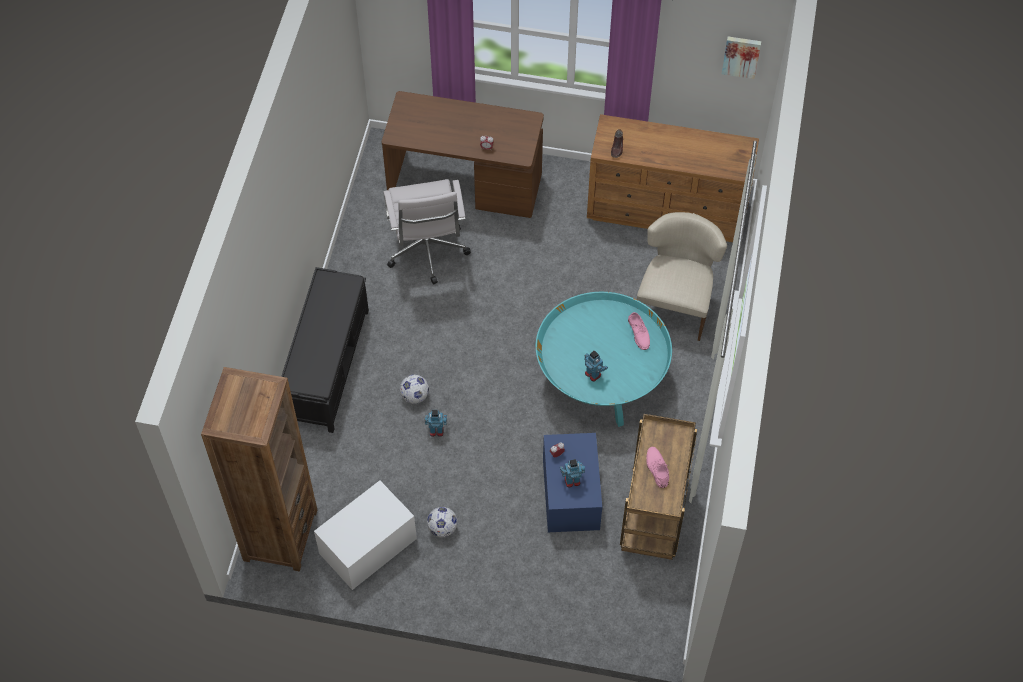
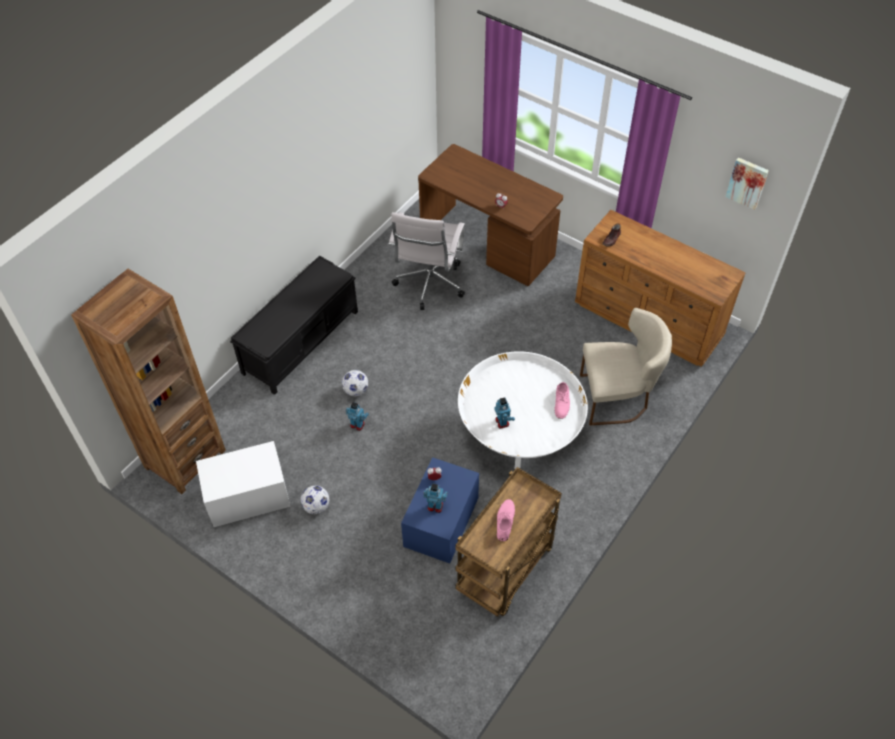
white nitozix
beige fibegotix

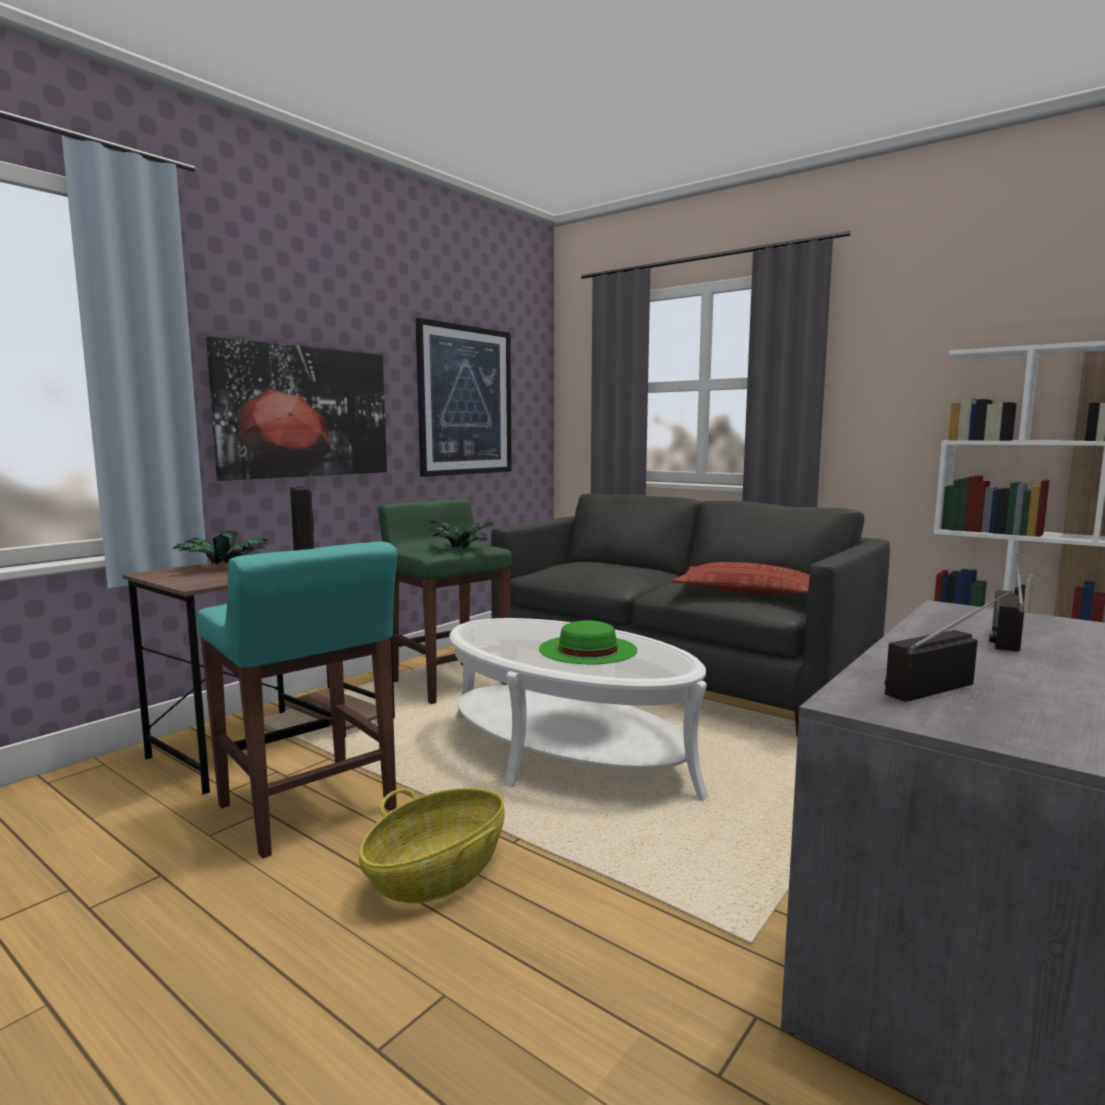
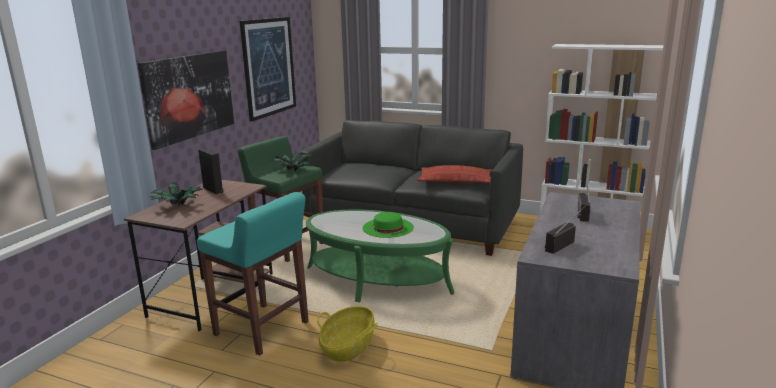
green nitozix

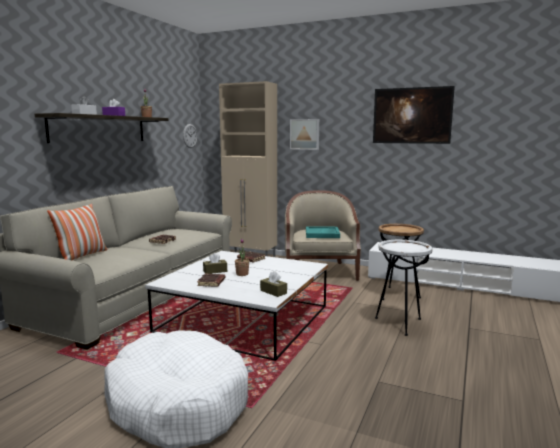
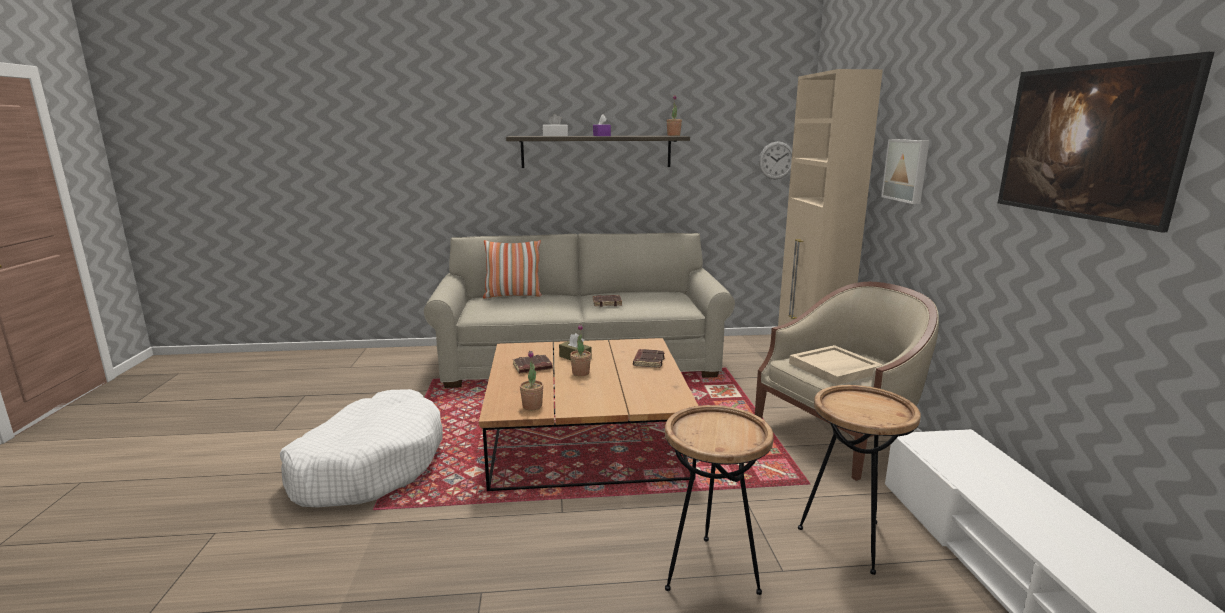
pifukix (1st from left)
brown nitozix
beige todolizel
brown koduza (1st from left)

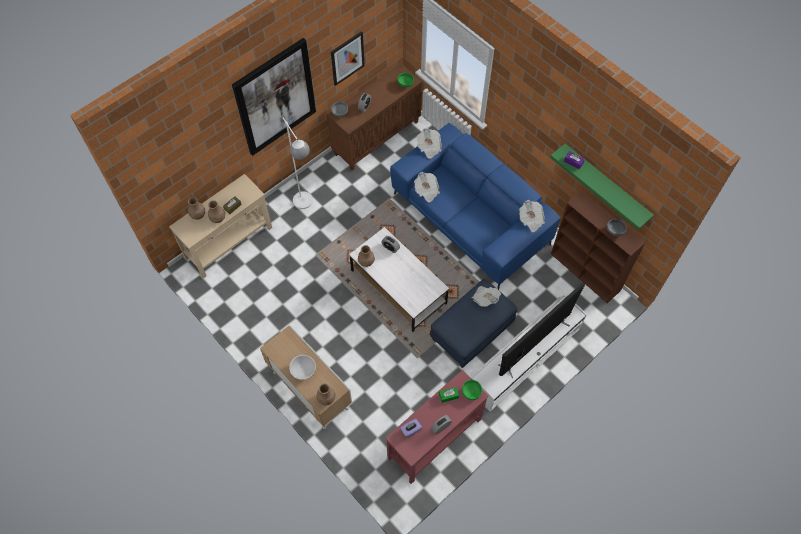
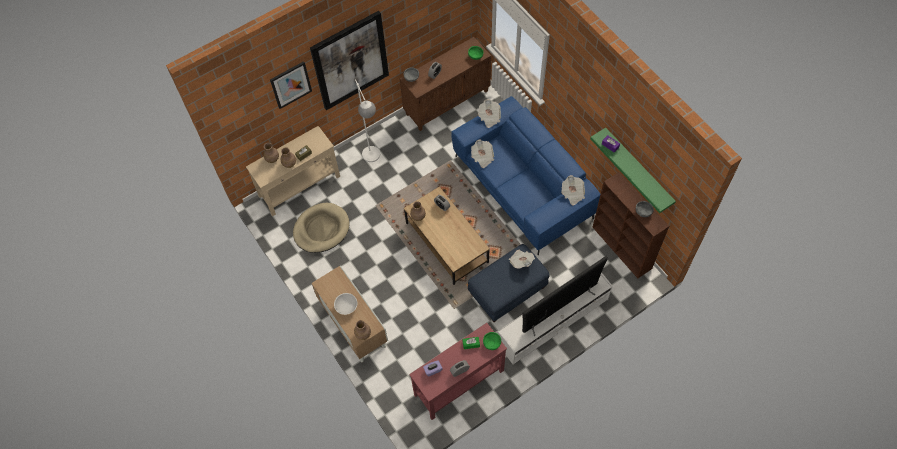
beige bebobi
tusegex (1st from left)
brown nitozix

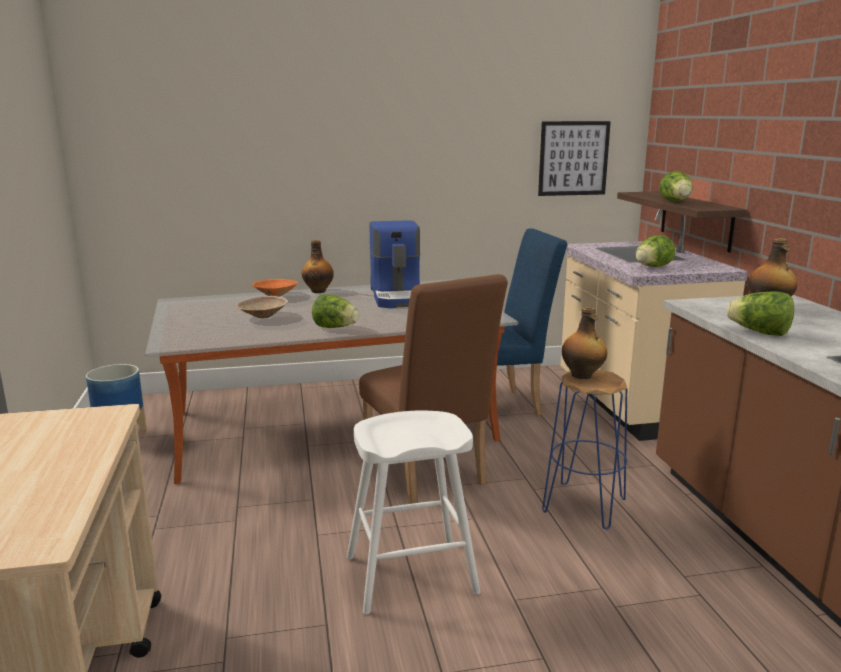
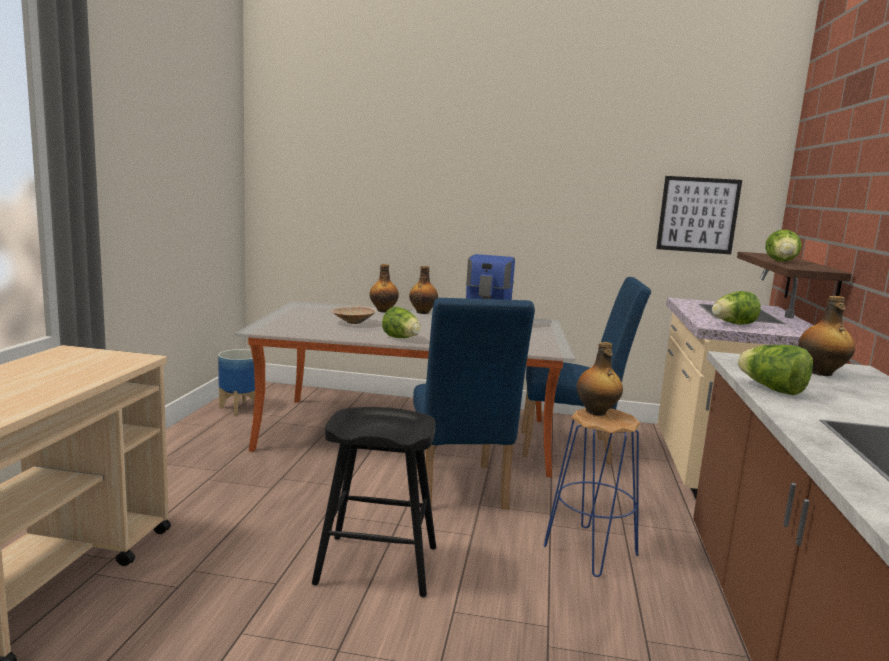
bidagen (1st from left)
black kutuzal
blue fibegotix (1st from left)

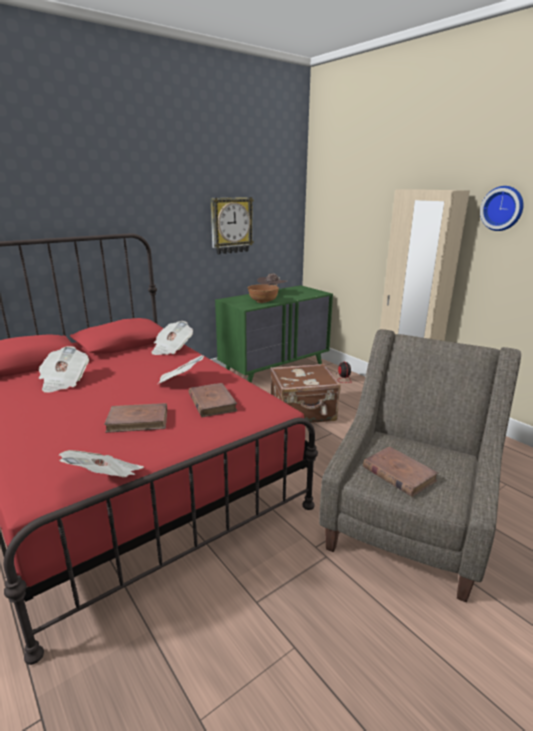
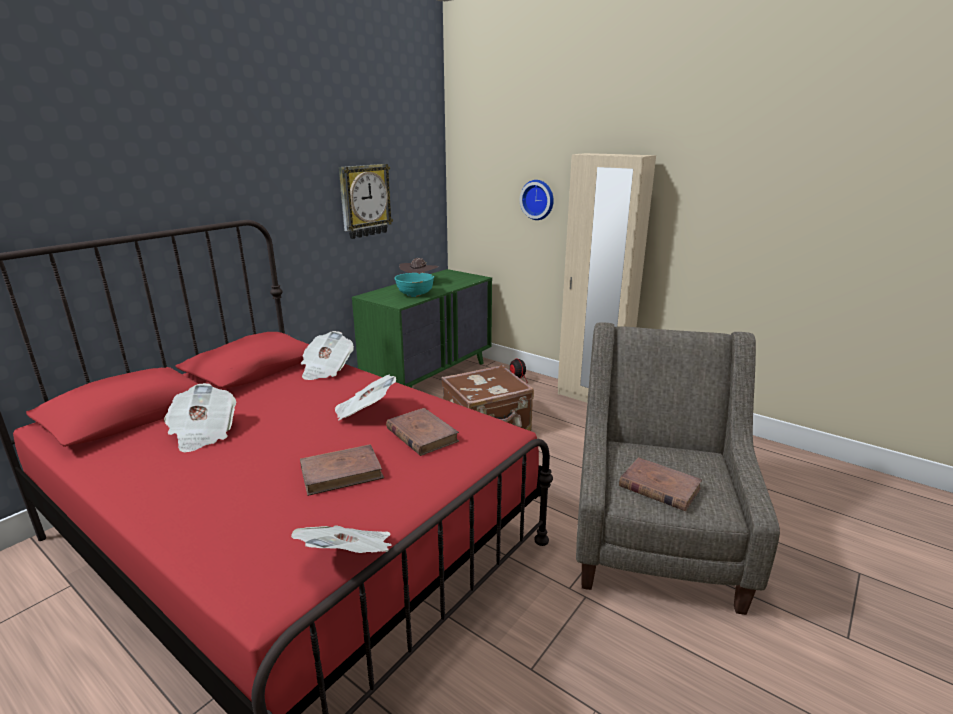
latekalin (2nd from left)
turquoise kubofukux

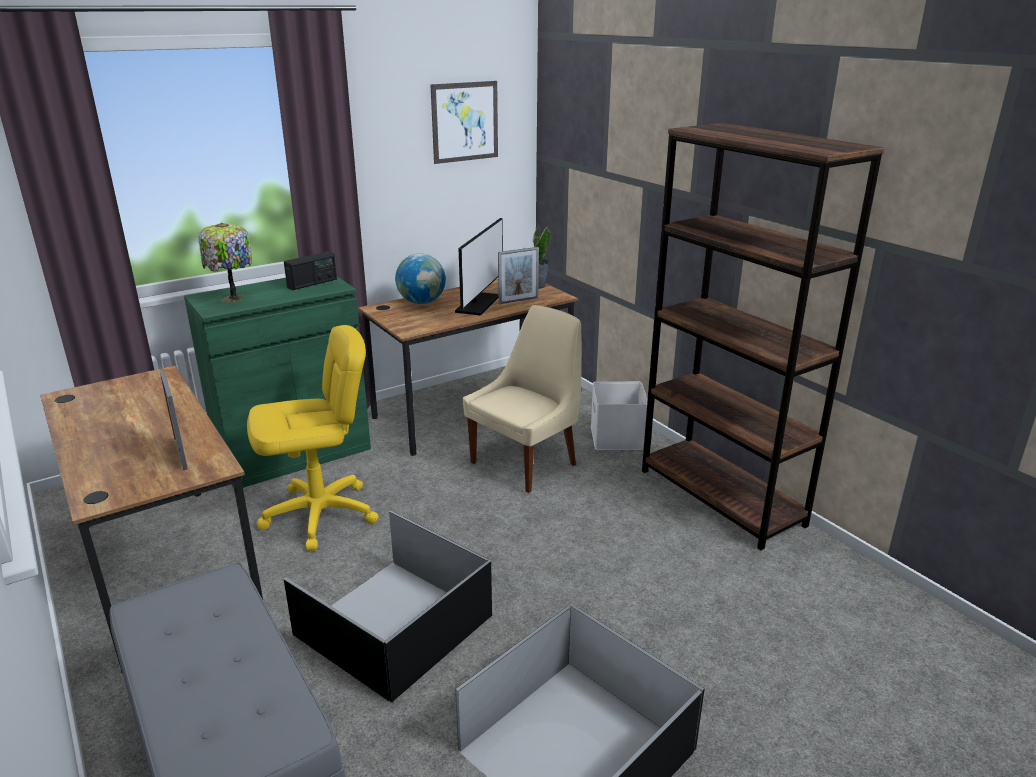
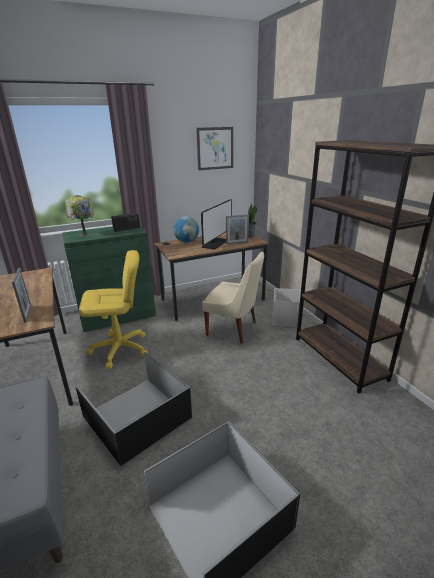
beige fibegotix

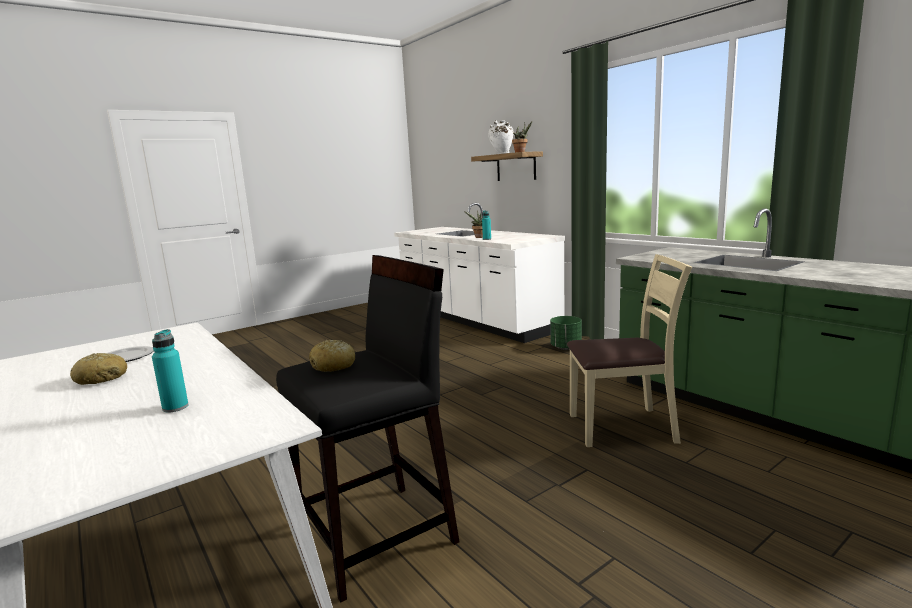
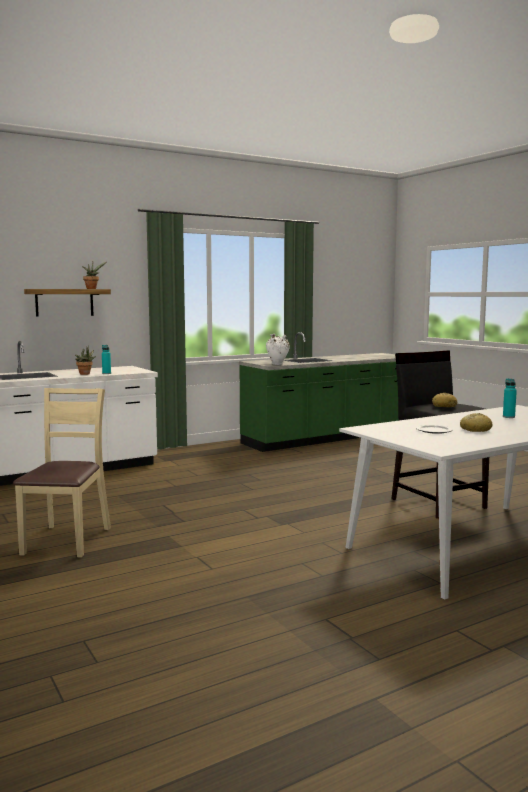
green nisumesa
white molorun
beige fibegotix

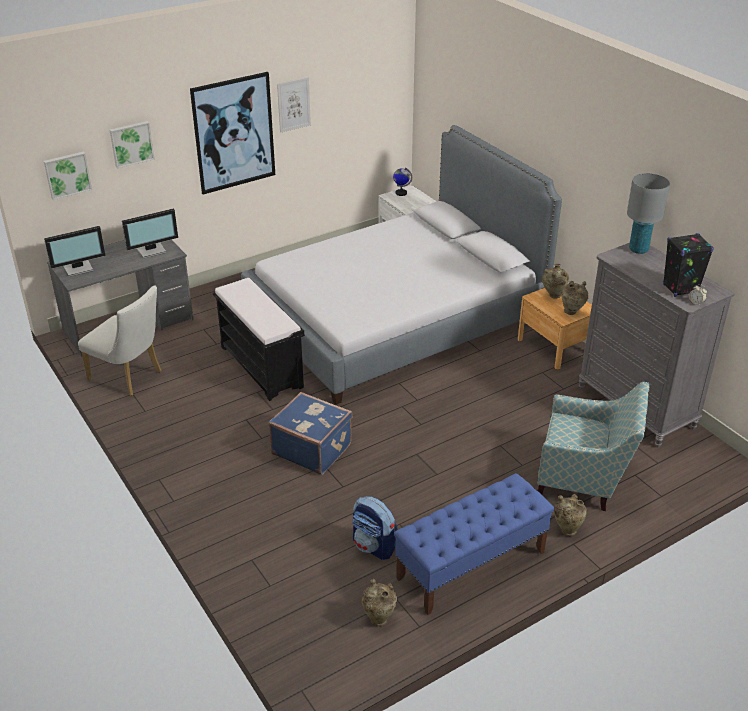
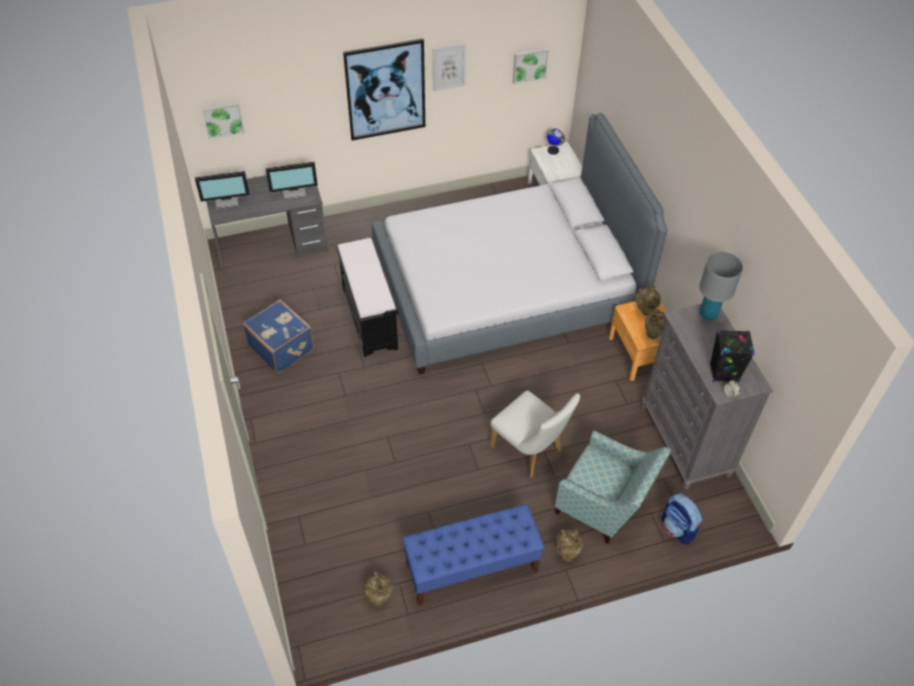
white fibegotix
tusegex (4th from left)
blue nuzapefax
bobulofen

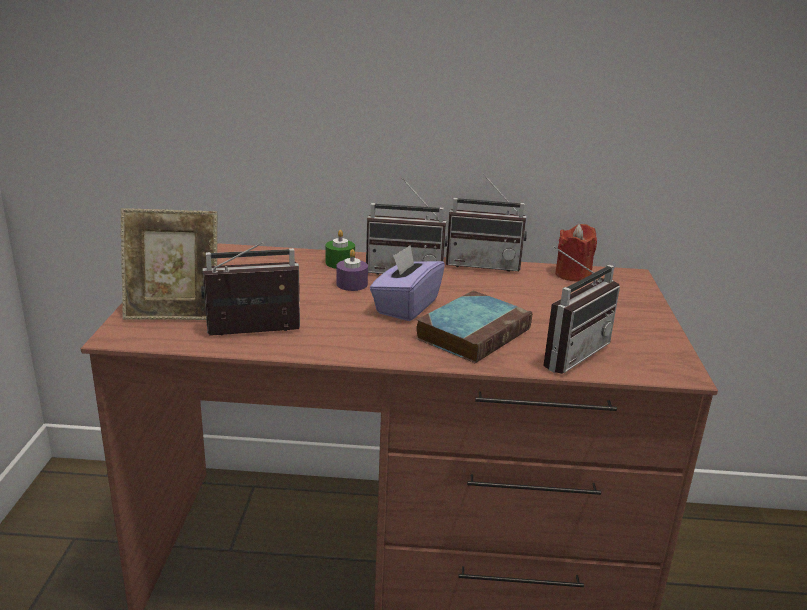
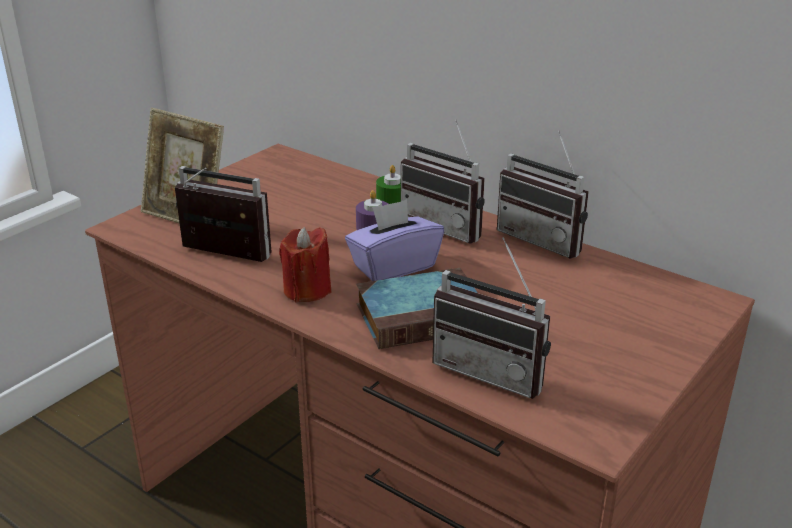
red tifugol
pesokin (3rd from left)

